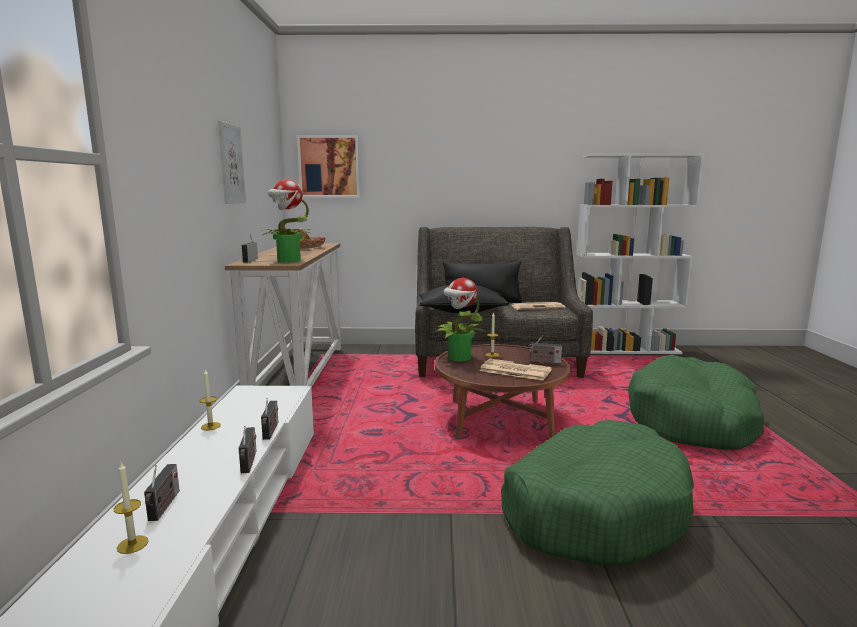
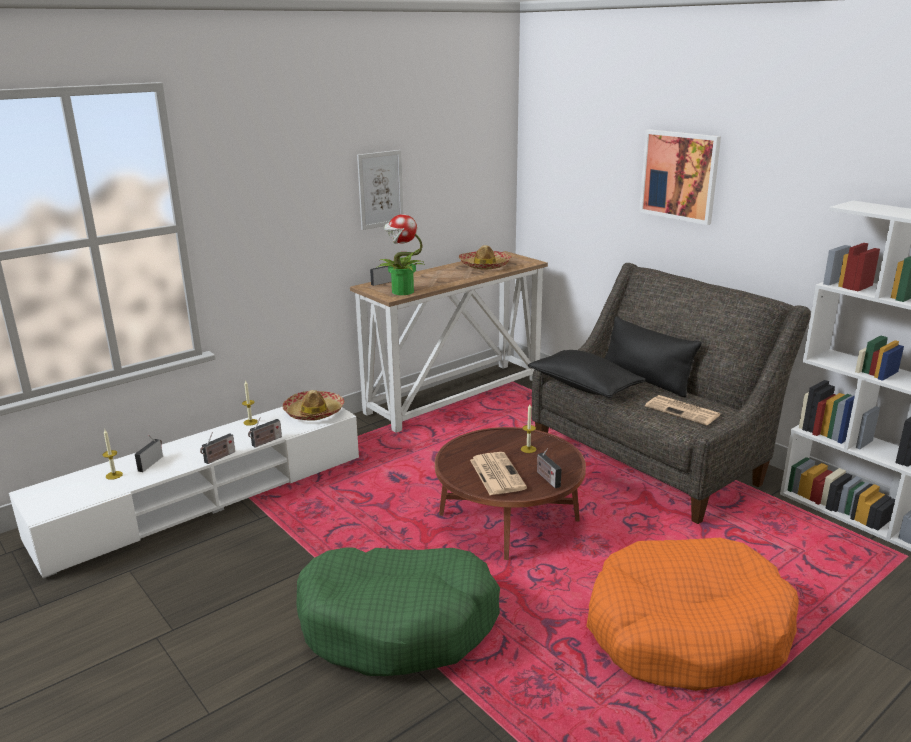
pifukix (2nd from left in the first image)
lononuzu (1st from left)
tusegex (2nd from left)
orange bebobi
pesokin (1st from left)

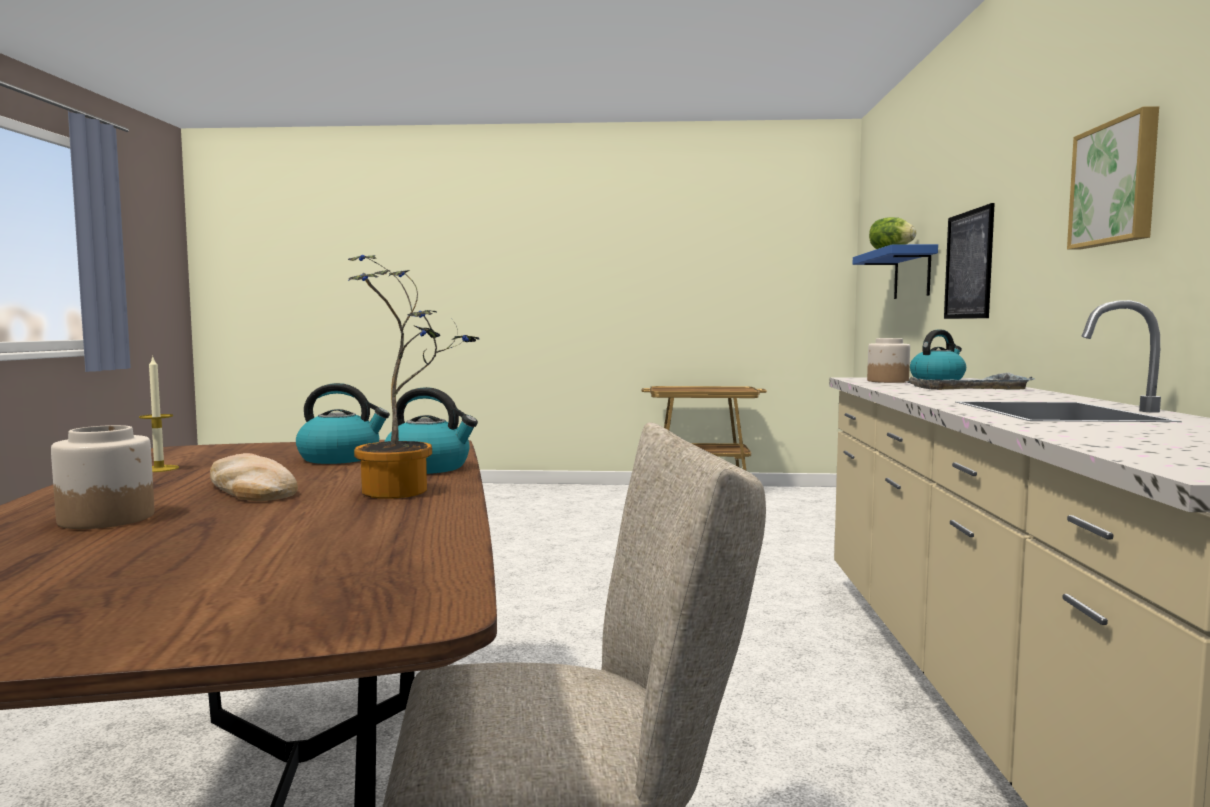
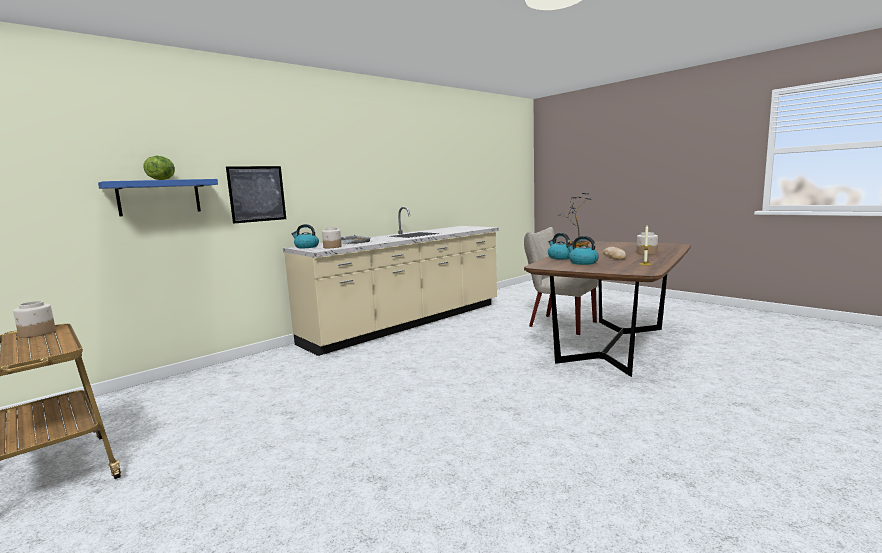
tusegex (2nd from left in the first image)
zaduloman (1st from left)

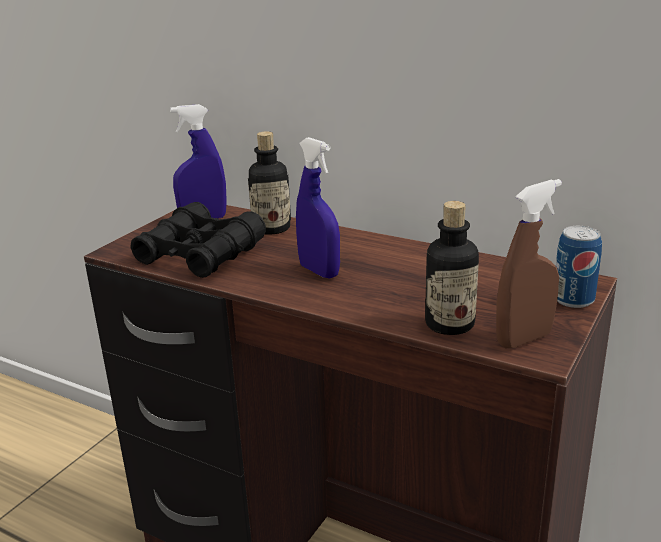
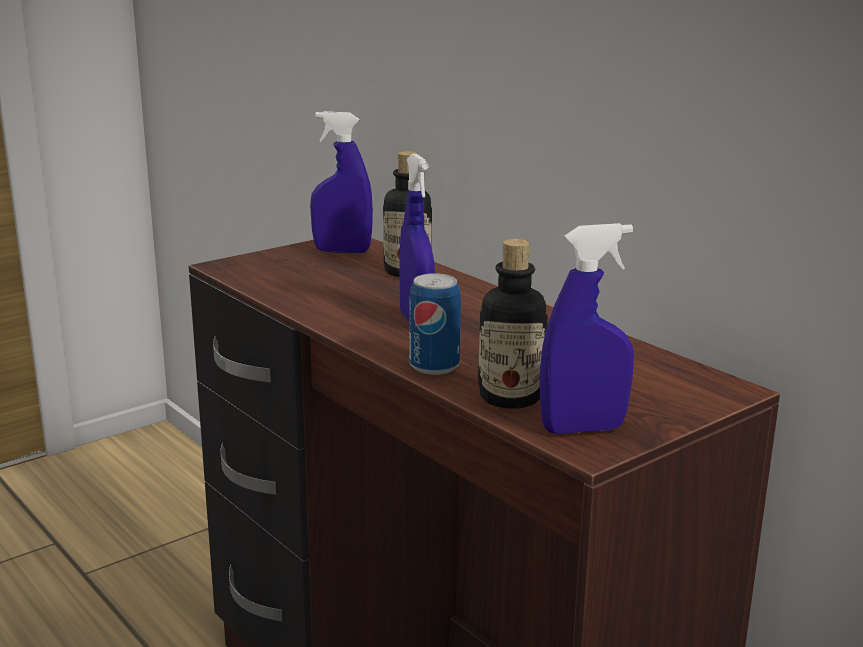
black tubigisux
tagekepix
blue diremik (3rd from left)

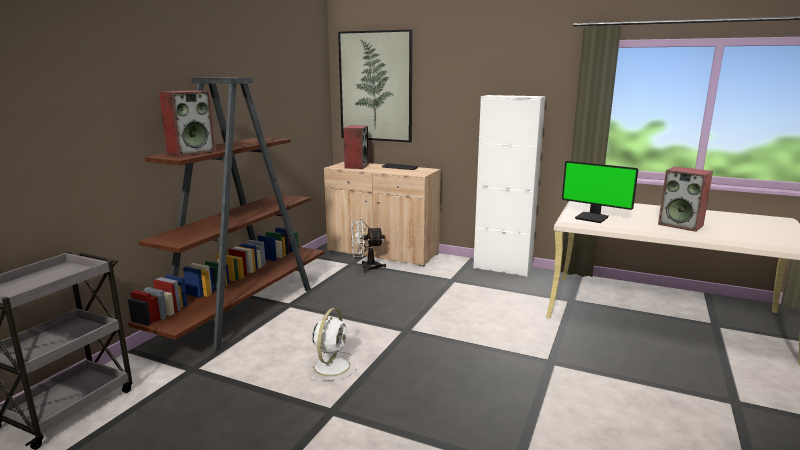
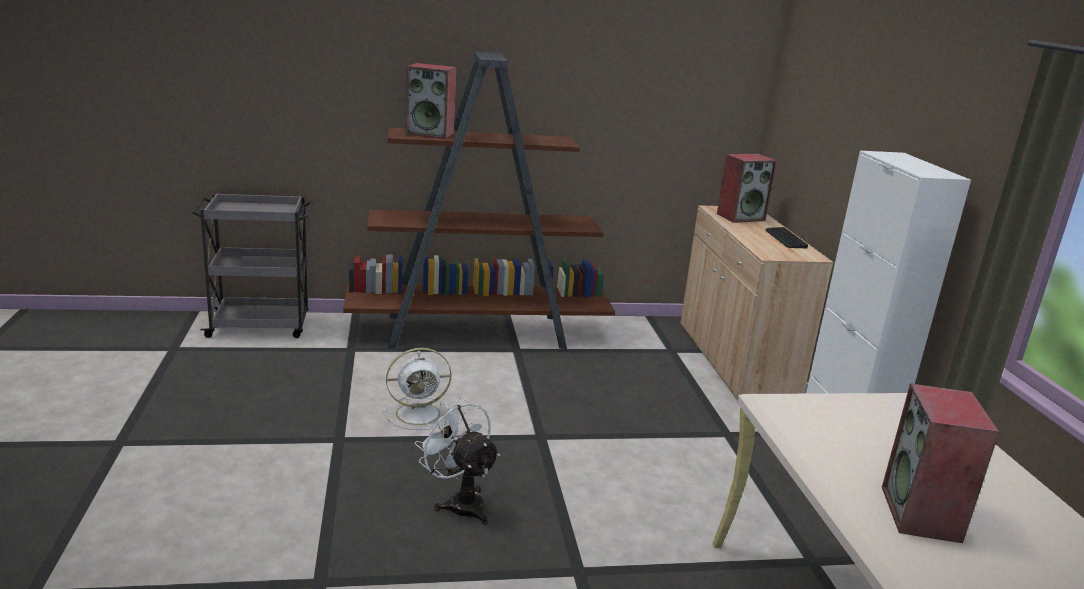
tusegex
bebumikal
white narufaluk (2nd from left)

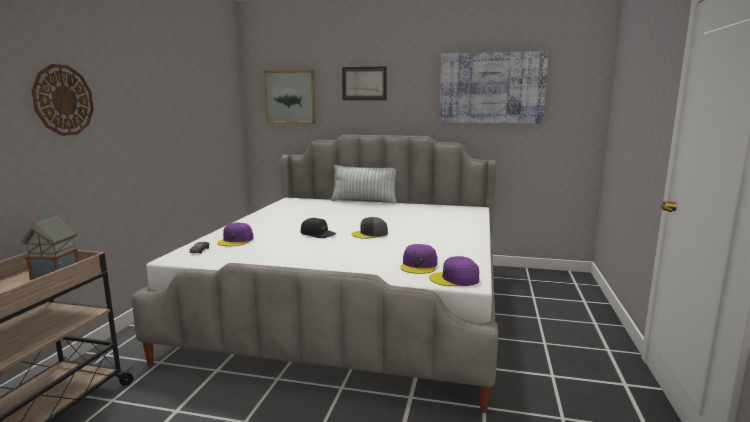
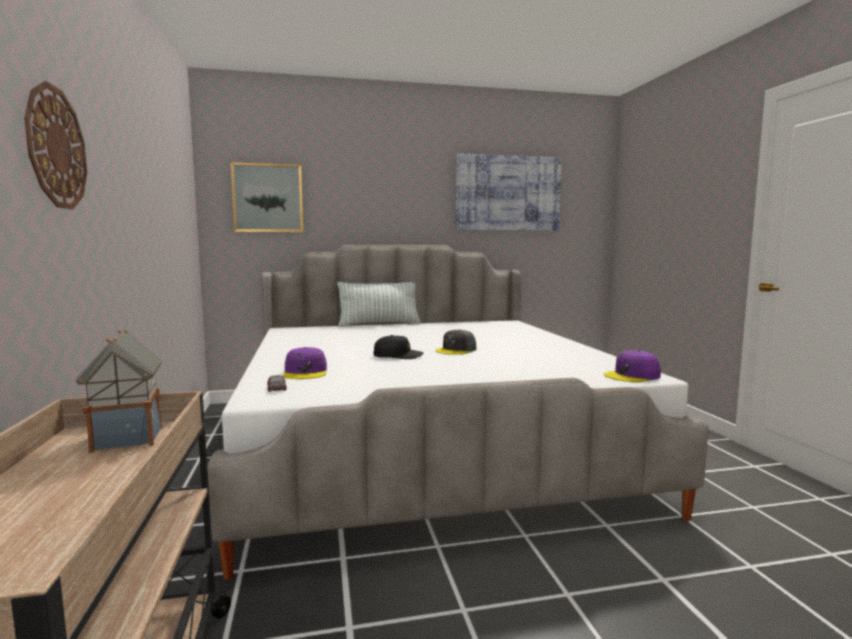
tusegex (2nd from left in the first image)
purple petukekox (2nd from left in the first image)

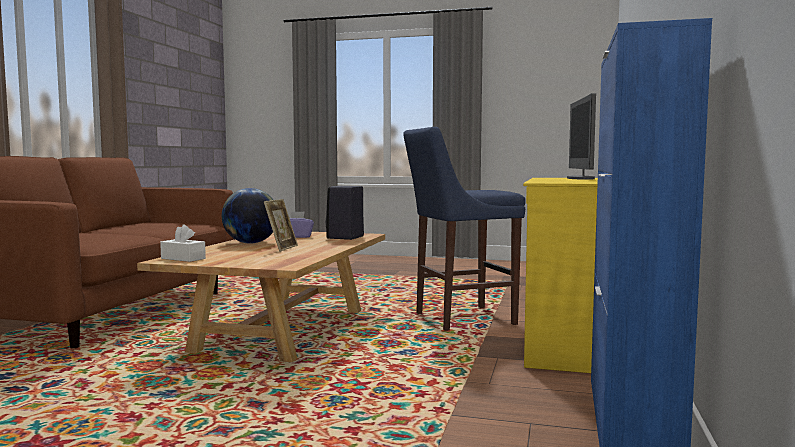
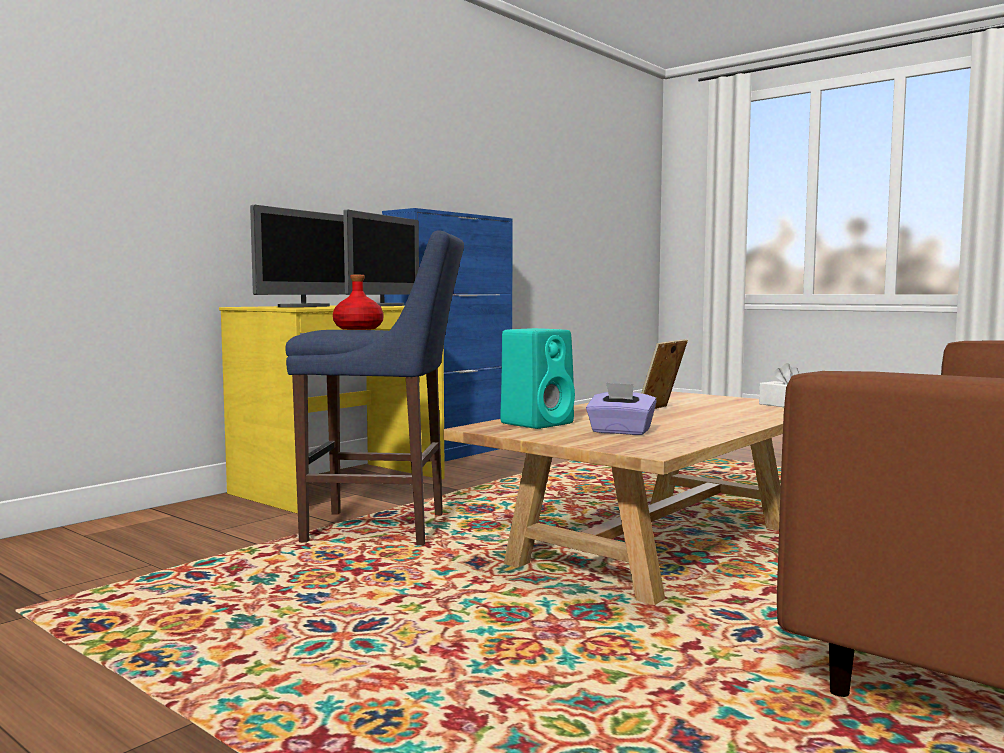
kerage
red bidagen
bebumikal (2nd from left)
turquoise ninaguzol

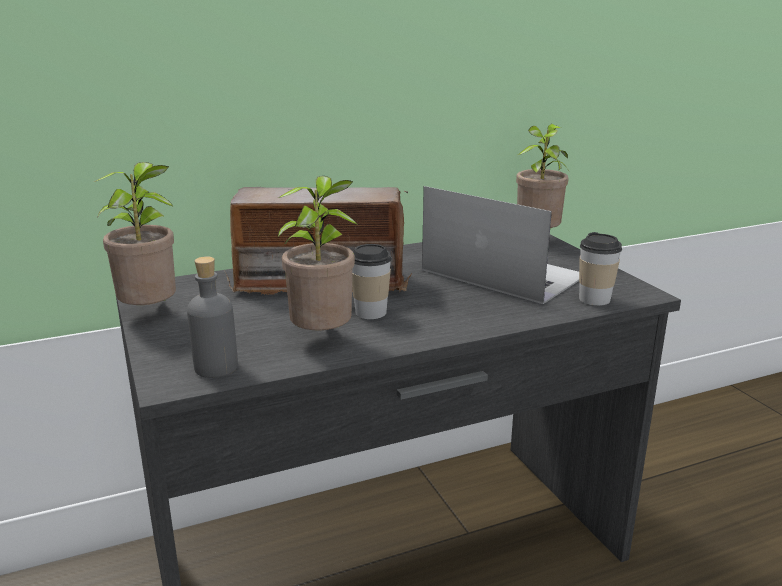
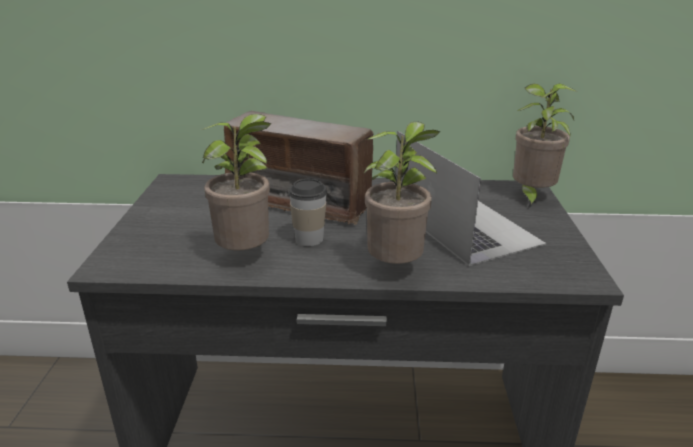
grey bidagen
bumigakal (2nd from left in the first image)
pifukix (2nd from left)

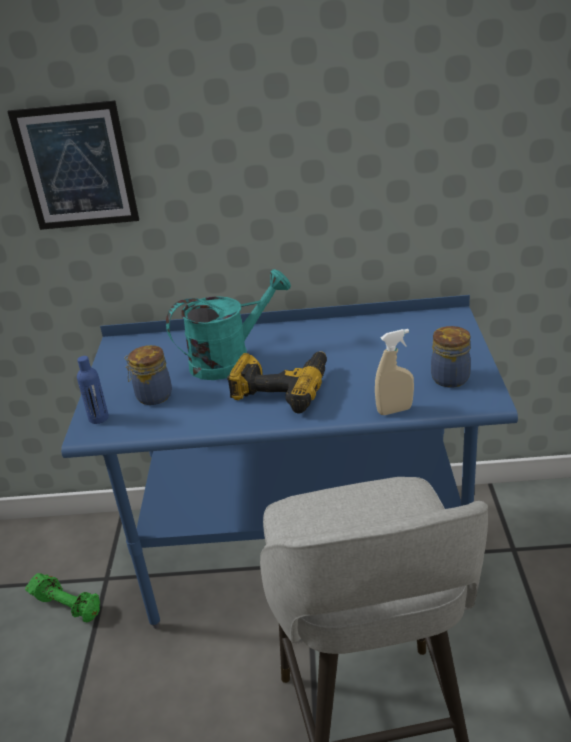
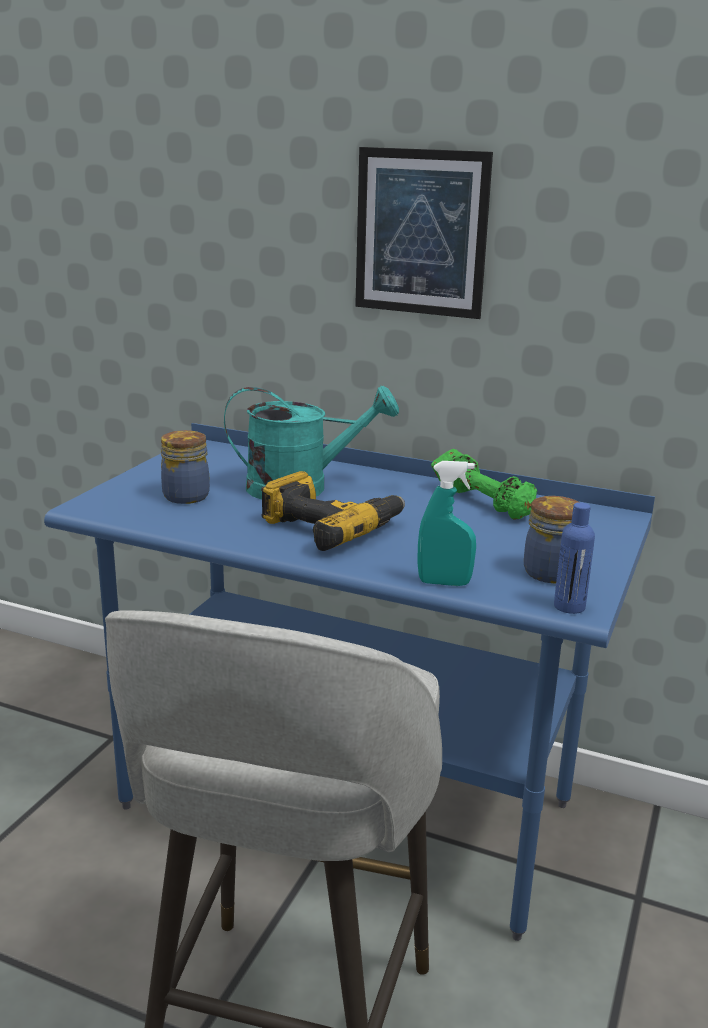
tusegex
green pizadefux
blue bidagen
turquoise diremik

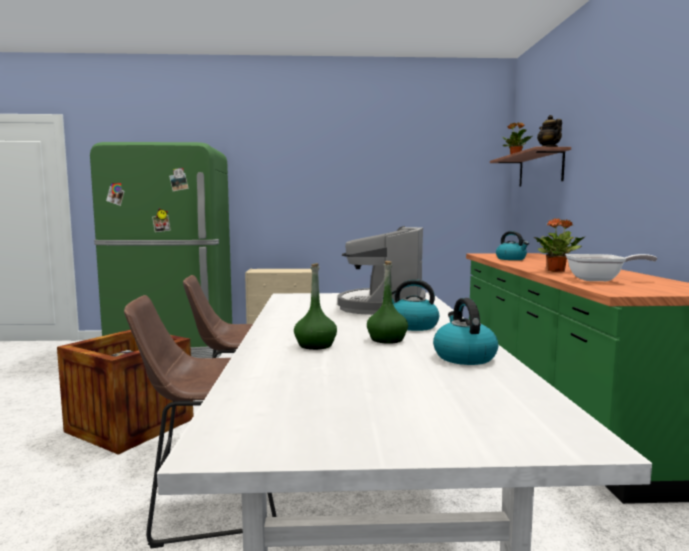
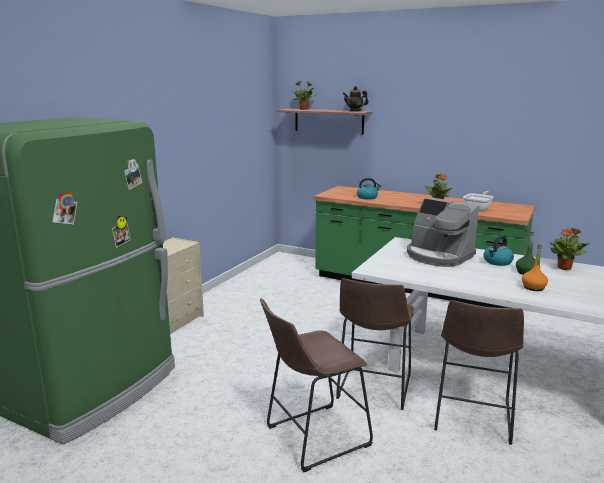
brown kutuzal (1st from left)
pifukix (3rd from left)
orange bidagen

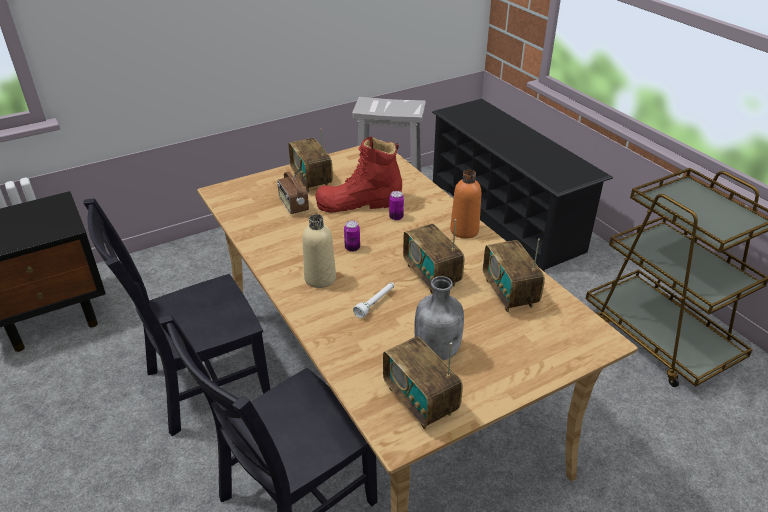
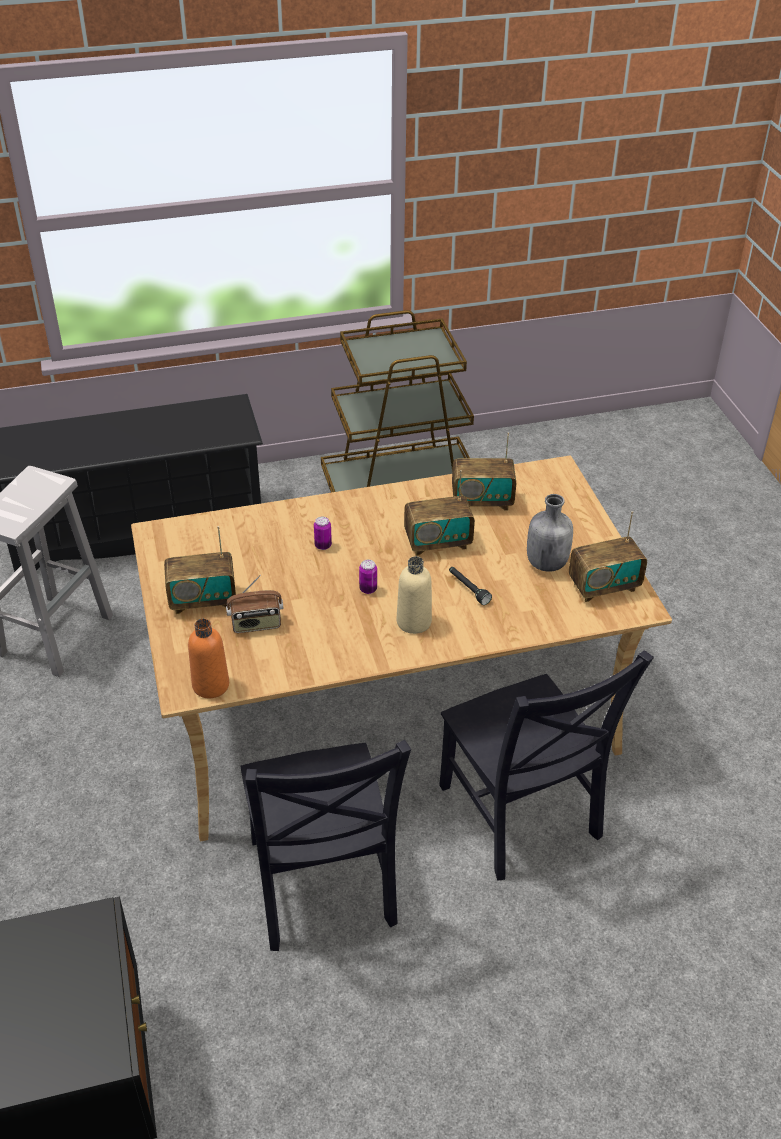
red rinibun
orange bidagen
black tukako

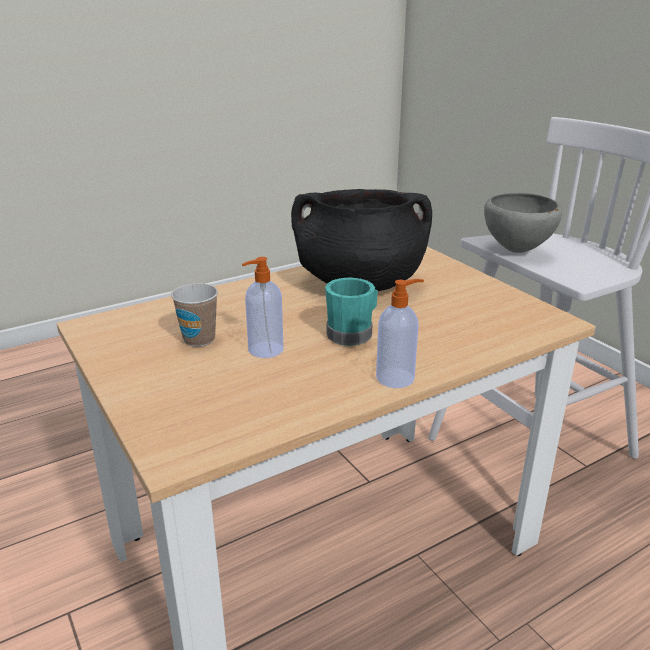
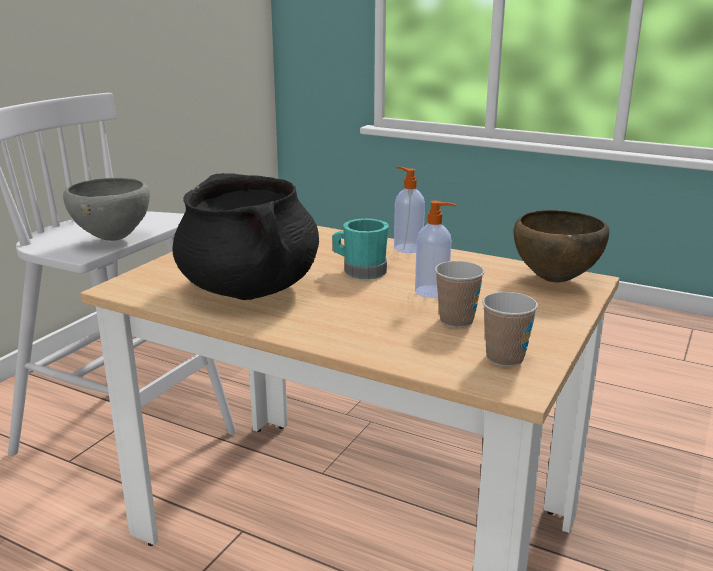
bumigakal (2nd from left)
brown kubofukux

